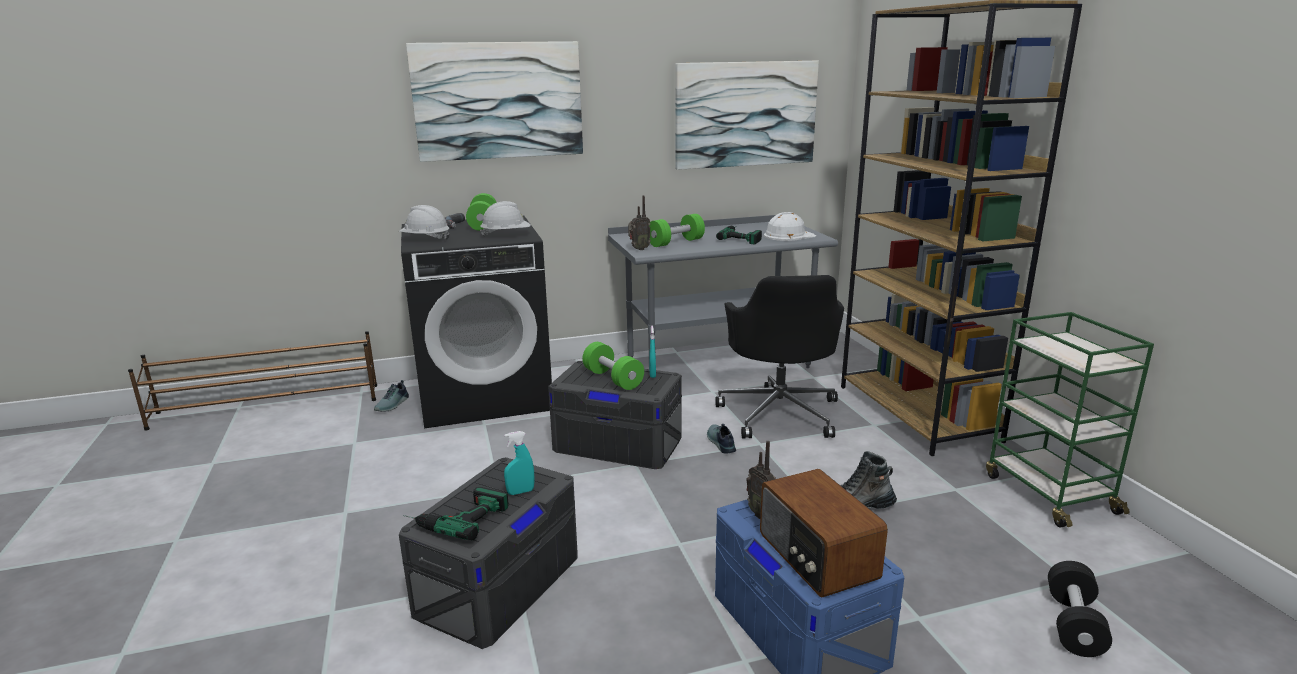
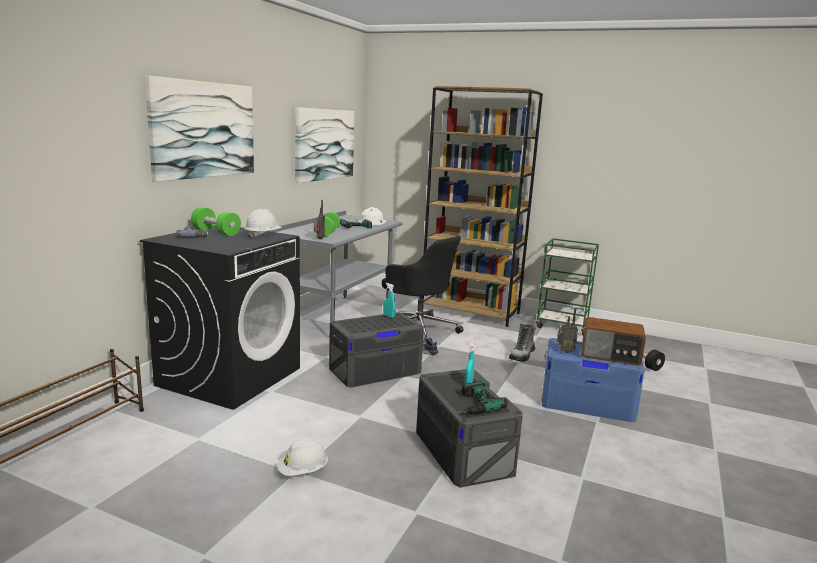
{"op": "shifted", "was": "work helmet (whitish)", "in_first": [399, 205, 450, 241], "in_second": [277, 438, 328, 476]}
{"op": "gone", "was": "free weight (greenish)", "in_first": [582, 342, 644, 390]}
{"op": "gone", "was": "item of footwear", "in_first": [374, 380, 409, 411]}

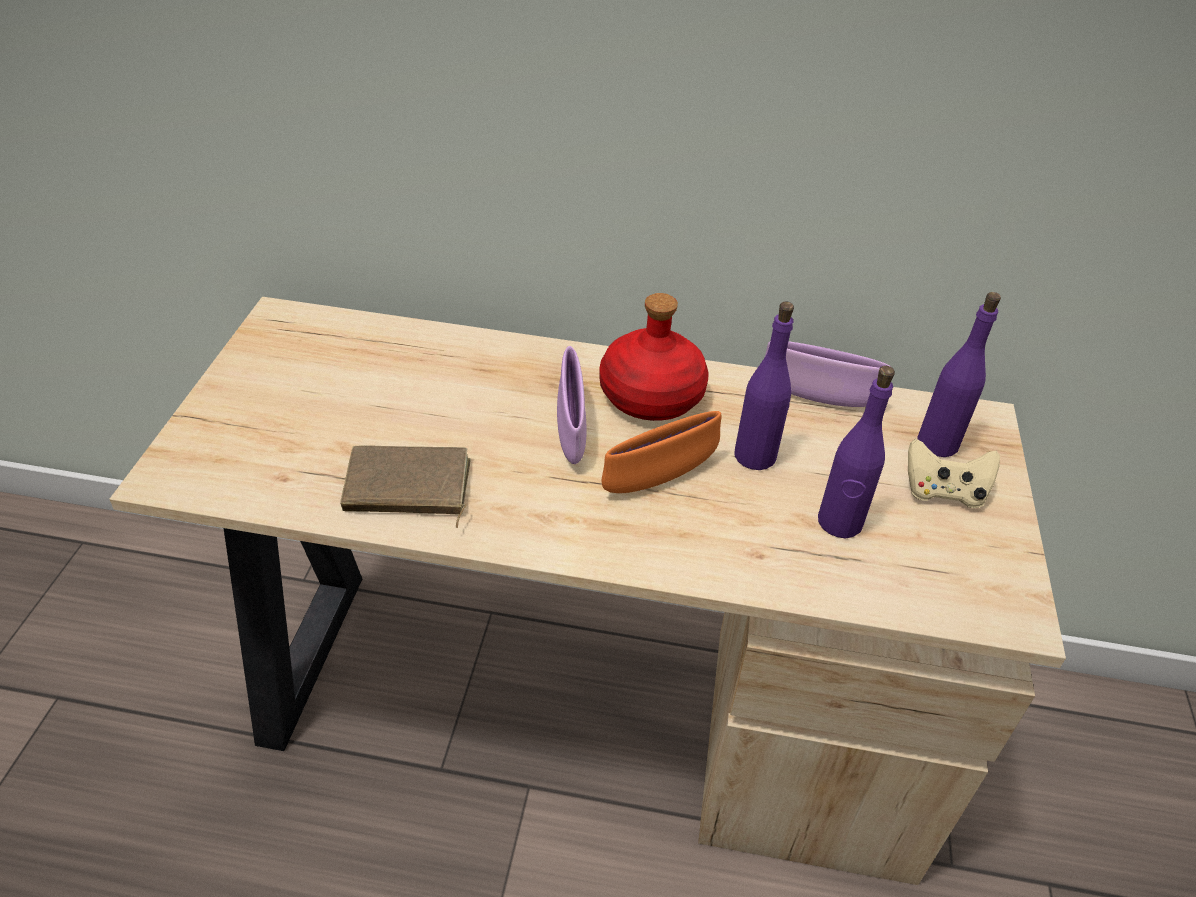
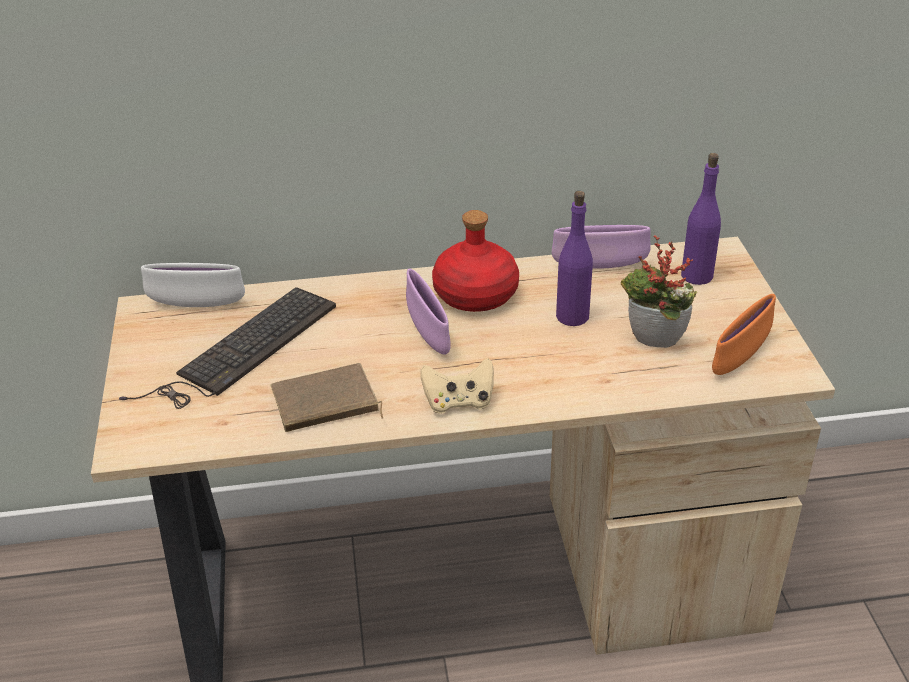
{"op": "swapped", "was": "beverage bottle (purple)", "now": "houseplant", "in_first": [818, 366, 895, 538], "in_second": [620, 235, 697, 348]}
{"op": "shifted", "was": "serving bowl (orangey)", "in_first": [601, 411, 722, 493], "in_second": [712, 294, 776, 375]}
{"op": "shifted", "was": "joypad (sand-coloured)", "in_first": [908, 439, 1000, 508], "in_second": [420, 358, 494, 414]}
{"op": "new", "now": "serving bowl (whitish)", "in_second": [141, 263, 245, 307]}
{"op": "new", "now": "keyboard", "in_second": [119, 287, 336, 409]}

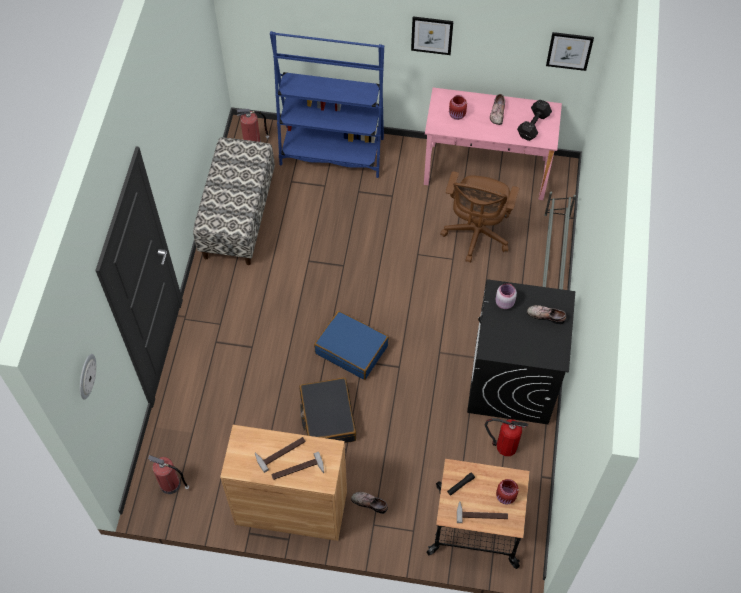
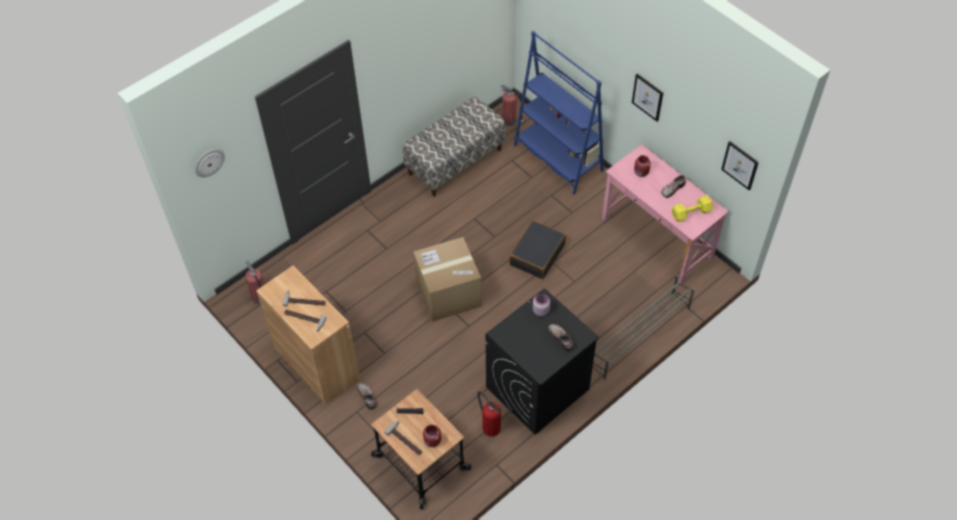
{"op": "repainted", "was": "free weight (black-coloured)", "now": "free weight (yellow-coloured)", "in_first": [517, 100, 552, 141], "in_second": [672, 195, 713, 222]}
{"op": "gone", "was": "desk chair (brown-coloured)", "in_first": [440, 171, 519, 263]}
{"op": "swapped", "was": "suitcase (blue-coloured)", "now": "cardboard box", "in_first": [314, 311, 389, 380], "in_second": [413, 237, 482, 322]}
{"op": "shifted", "was": "suitcase (black-coloured)", "in_first": [299, 378, 356, 443], "in_second": [509, 220, 566, 279]}

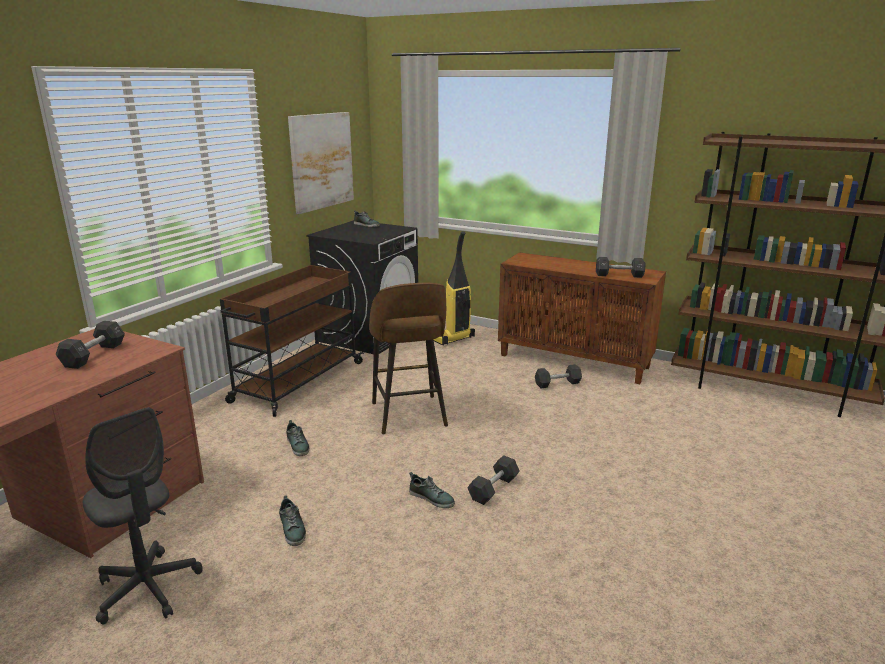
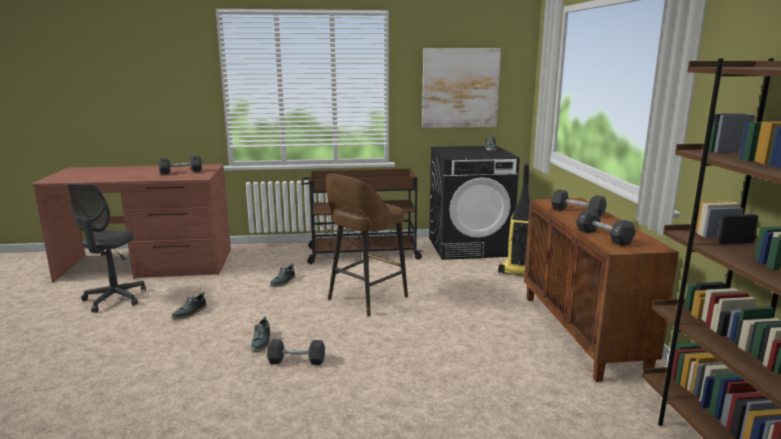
{"op": "shifted", "was": "free weight (black-coloured)", "in_first": [535, 364, 582, 388], "in_second": [551, 190, 606, 217]}

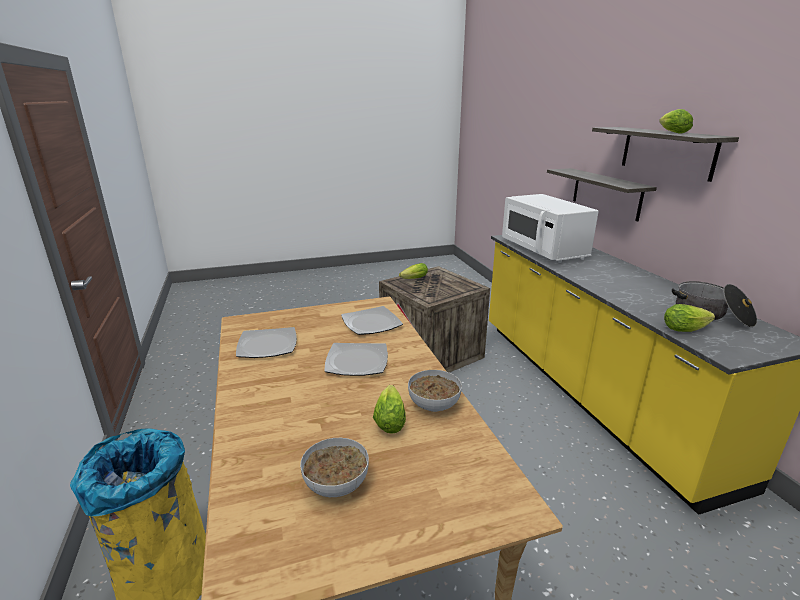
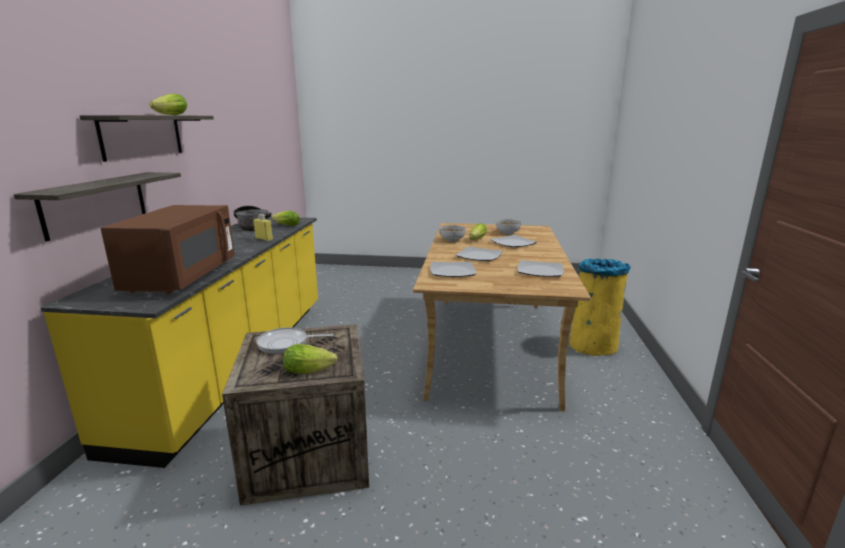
{"op": "repainted", "was": "kitchen microwave (whitish)", "now": "kitchen microwave (brown-coloured)", "in_first": [502, 194, 599, 263], "in_second": [101, 205, 235, 294]}
{"op": "new", "now": "beverage bottle (yellow-coloured)", "in_second": [253, 214, 273, 241]}
{"op": "new", "now": "flat dish", "in_second": [490, 235, 537, 247]}
{"op": "new", "now": "skillet", "in_second": [256, 327, 334, 354]}

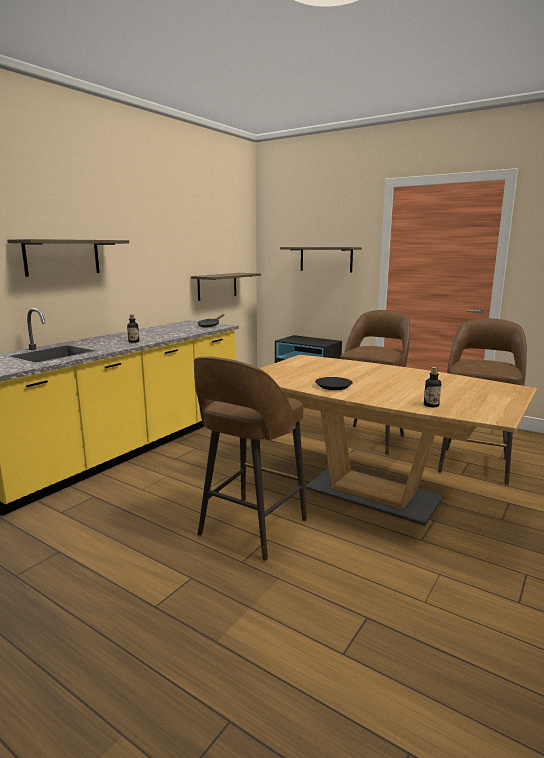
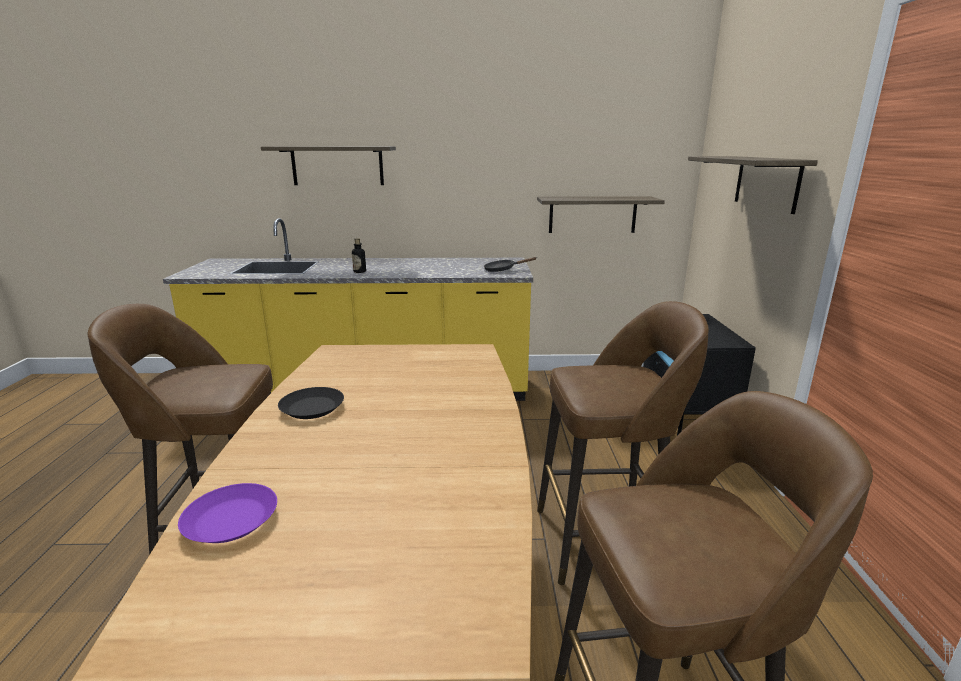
{"op": "swapped", "was": "beverage bottle", "now": "flat dish (purple)", "in_first": [424, 367, 441, 407], "in_second": [178, 483, 277, 543]}

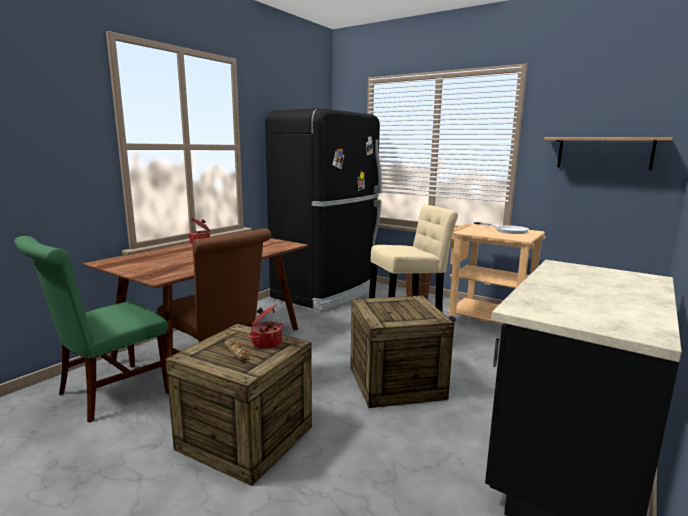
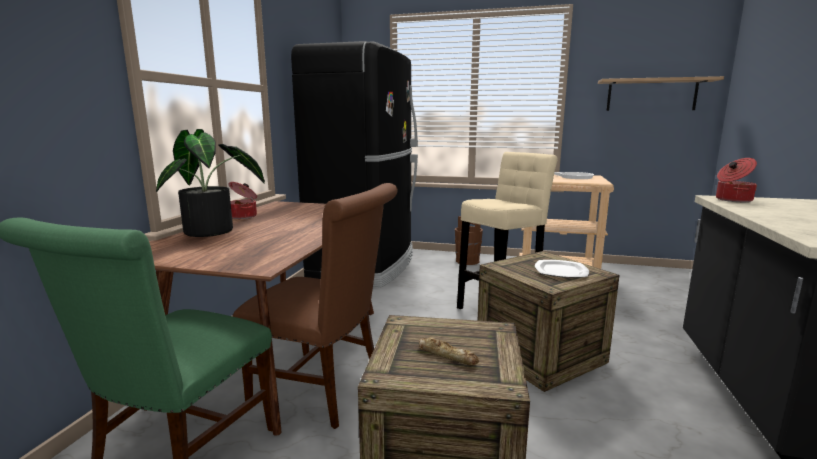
{"op": "shifted", "was": "cooking pot", "in_first": [248, 304, 284, 349], "in_second": [716, 158, 757, 202]}
{"op": "new", "now": "houseplant", "in_second": [156, 129, 265, 237]}
{"op": "new", "now": "flat dish", "in_second": [535, 260, 589, 278]}

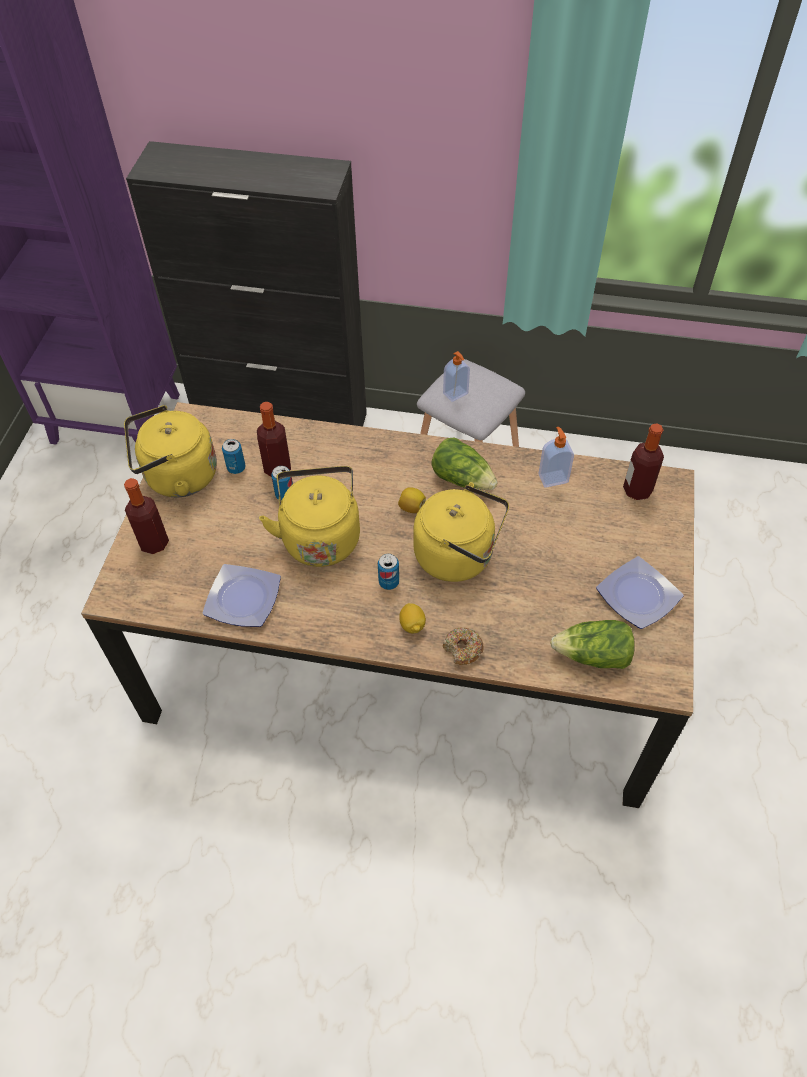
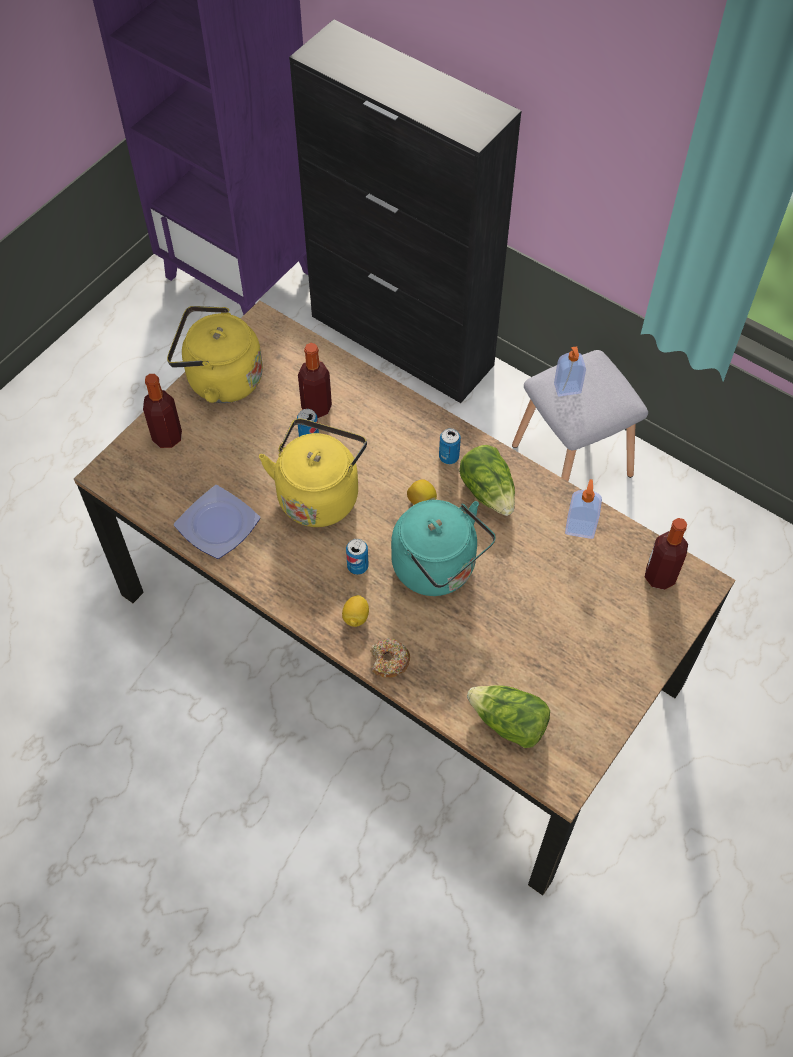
{"op": "shifted", "was": "metal can", "in_first": [222, 439, 246, 474], "in_second": [439, 428, 461, 464]}
{"op": "repainted", "was": "water kettle (yellow-coloured)", "now": "water kettle (turquoise-coloured)", "in_first": [413, 482, 509, 582], "in_second": [391, 500, 496, 596]}
{"op": "gone", "was": "flat dish", "in_first": [596, 556, 683, 629]}

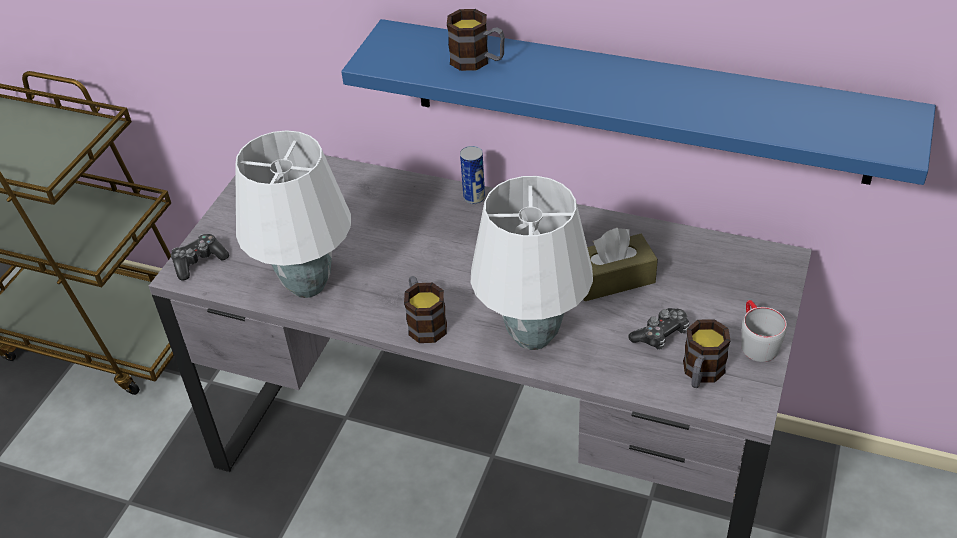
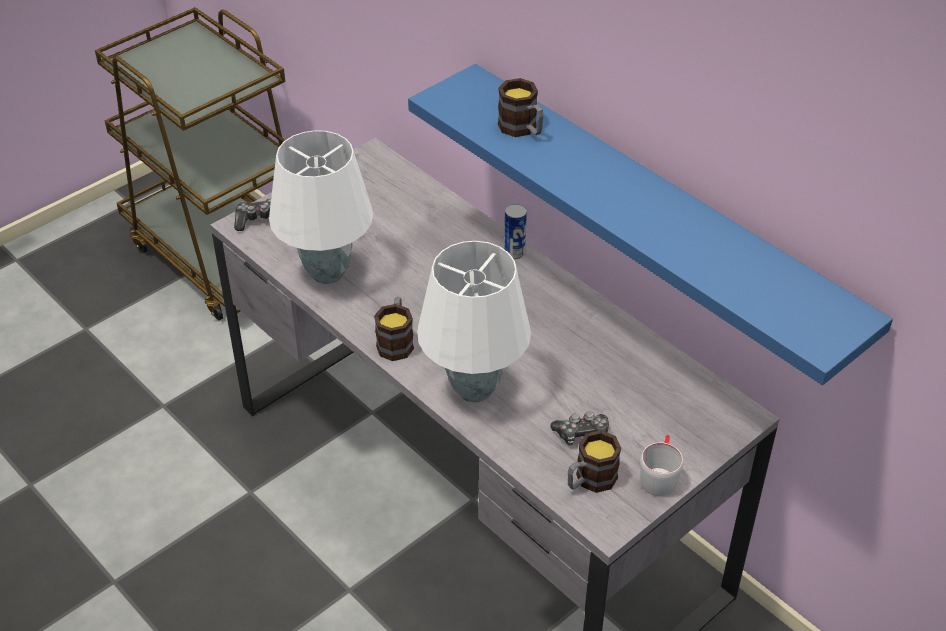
{"op": "gone", "was": "tissue box (brown-coloured)", "in_first": [583, 228, 658, 301]}

